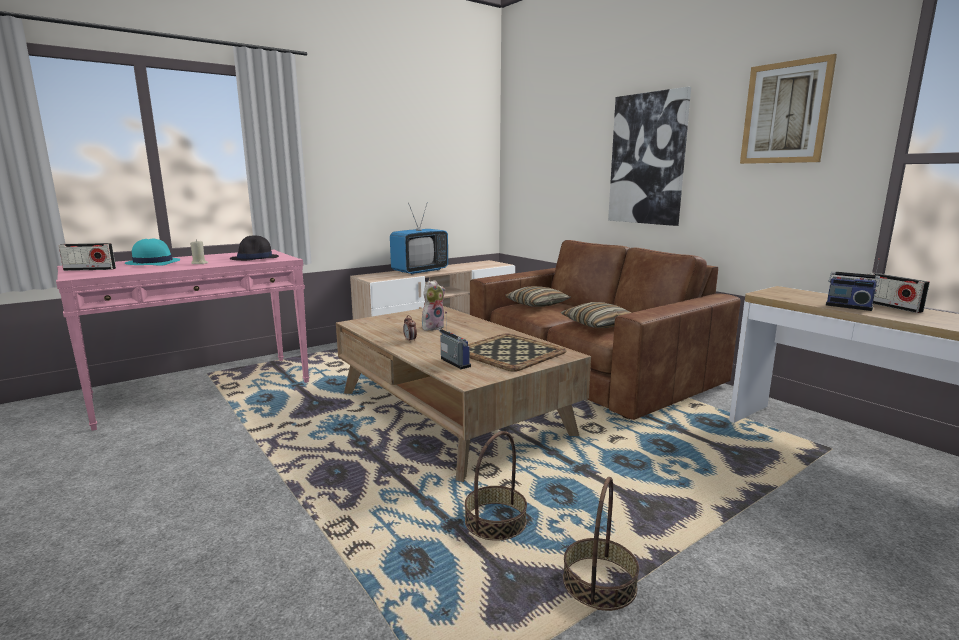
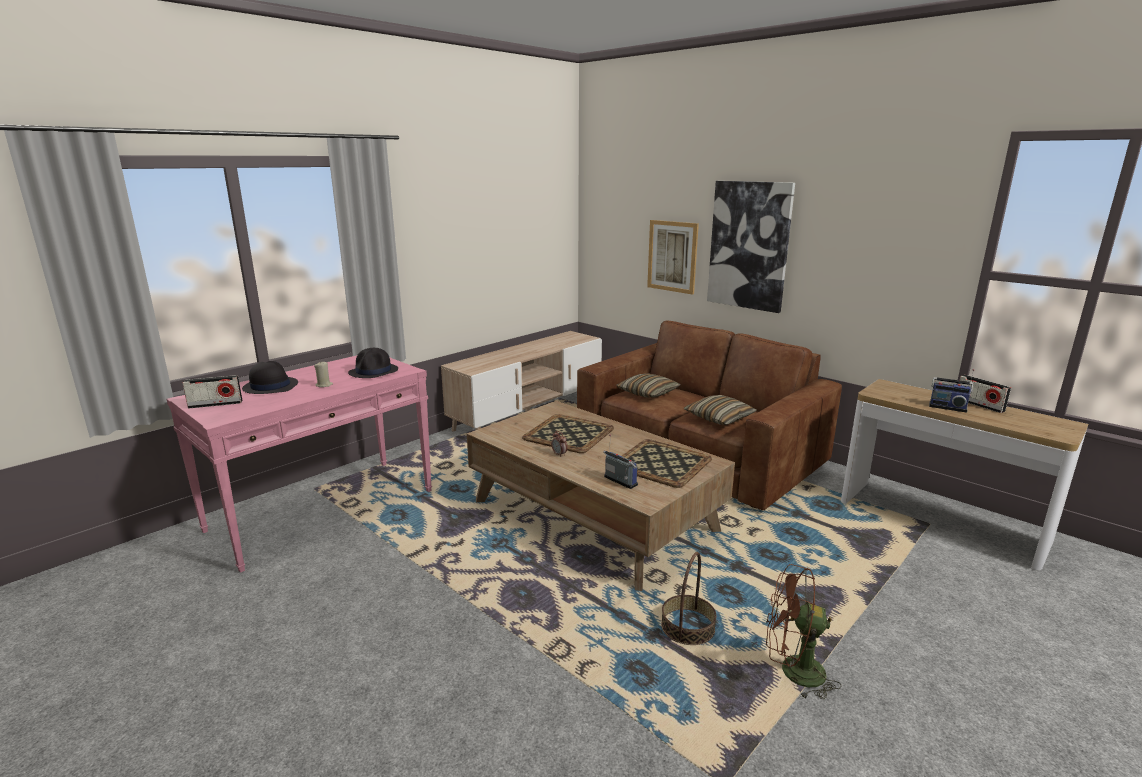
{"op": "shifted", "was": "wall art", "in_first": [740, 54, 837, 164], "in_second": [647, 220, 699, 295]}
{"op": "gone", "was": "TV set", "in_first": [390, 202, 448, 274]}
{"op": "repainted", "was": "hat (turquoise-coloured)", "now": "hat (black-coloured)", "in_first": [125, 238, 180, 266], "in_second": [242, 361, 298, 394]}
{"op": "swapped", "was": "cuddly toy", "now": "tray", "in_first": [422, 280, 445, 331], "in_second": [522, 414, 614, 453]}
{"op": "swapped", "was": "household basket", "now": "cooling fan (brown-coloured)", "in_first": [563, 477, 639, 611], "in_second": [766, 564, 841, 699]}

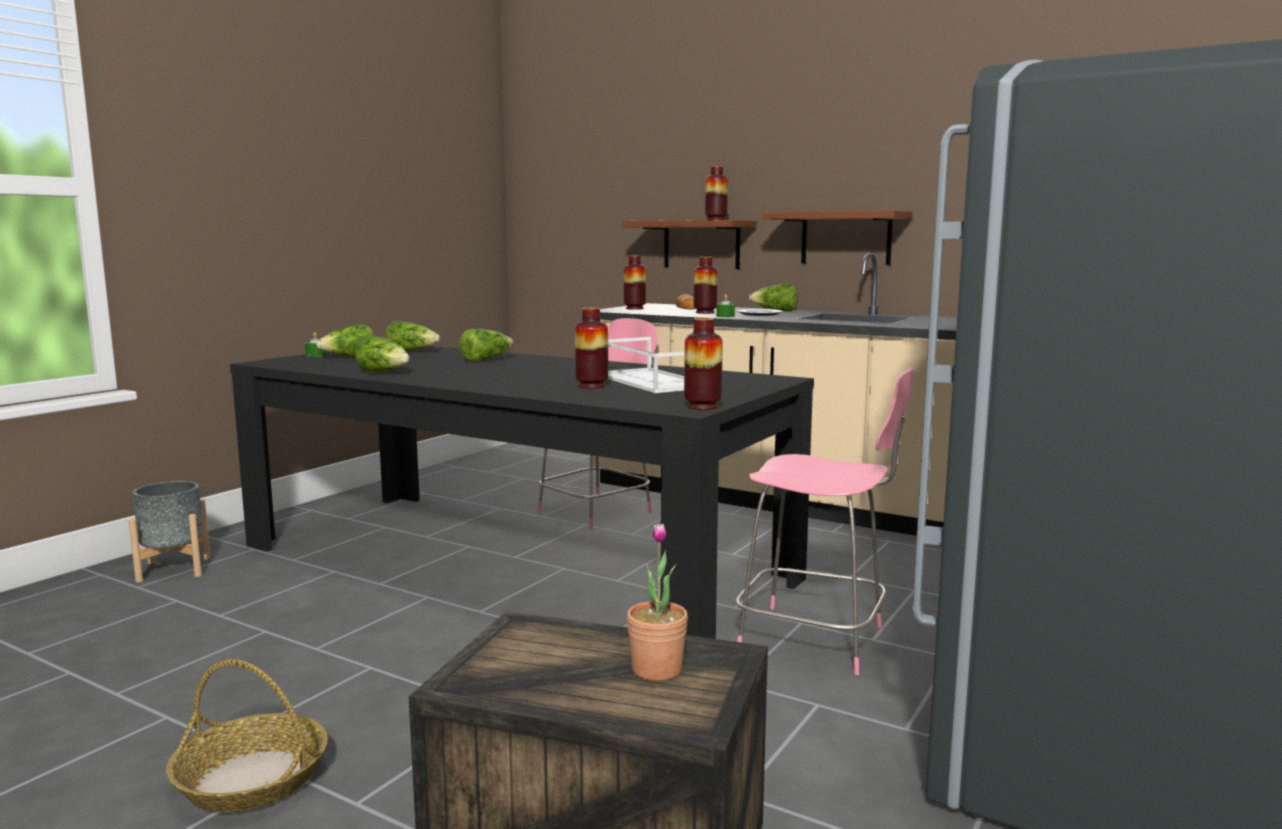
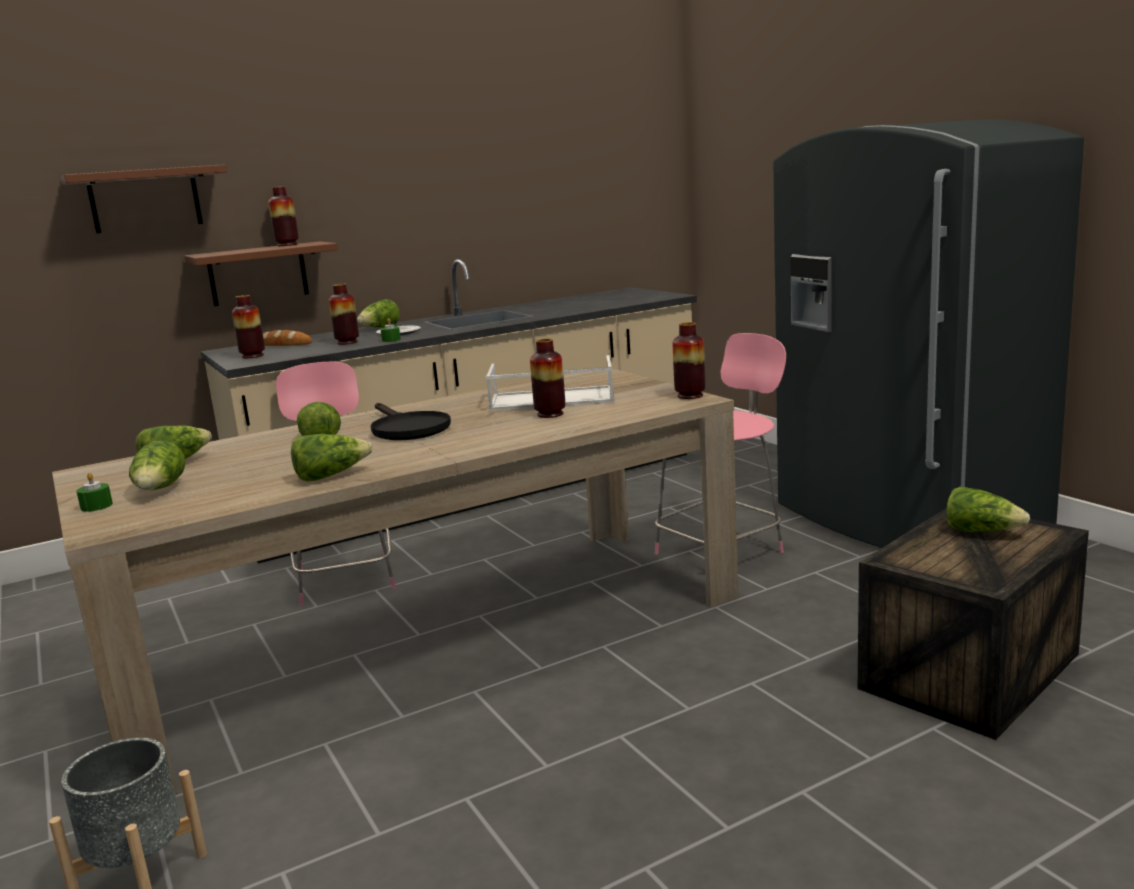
{"op": "shifted", "was": "bracket shelf (brown-coloured)", "in_first": [762, 210, 913, 265], "in_second": [61, 164, 227, 233]}
{"op": "repainted", "was": "dining table (black-coloured)", "now": "dining table (sand-coloured)", "in_first": [230, 346, 814, 639], "in_second": [52, 366, 738, 794]}
{"op": "swapped", "was": "houseplant", "now": "head of lettuce", "in_first": [627, 523, 688, 681], "in_second": [946, 486, 1030, 532]}
{"op": "gone", "was": "household basket", "in_first": [166, 659, 328, 812]}
{"op": "new", "now": "skillet (black-coloured)", "in_second": [371, 403, 451, 440]}

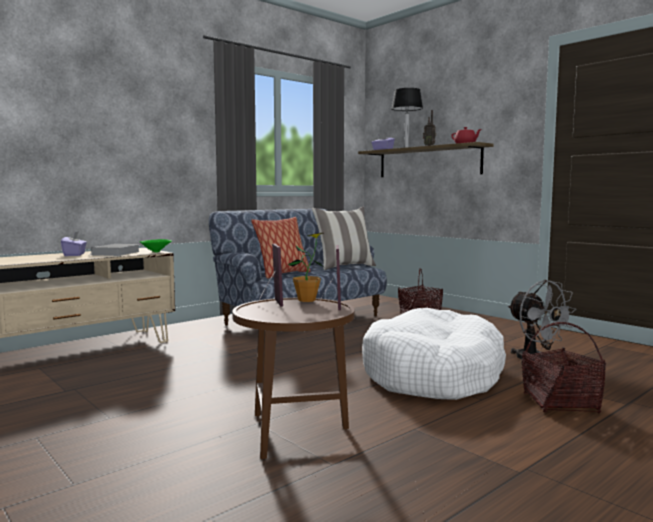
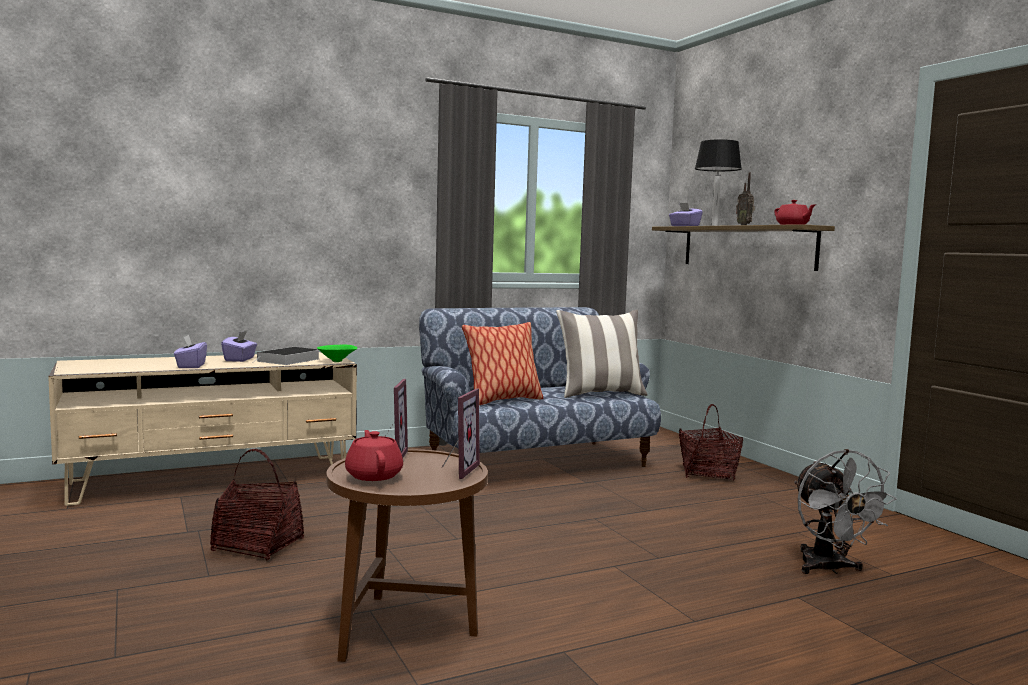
{"op": "gone", "was": "houseplant", "in_first": [288, 233, 325, 302]}
{"op": "gone", "was": "pet bed (whitish)", "in_first": [362, 308, 506, 400]}
{"op": "shifted", "was": "household basket", "in_first": [522, 322, 606, 414], "in_second": [210, 449, 304, 560]}
{"op": "new", "now": "tissue box (purple)", "in_second": [174, 335, 207, 368]}
{"op": "new", "now": "tea pot (red-coloured)", "in_second": [345, 430, 403, 481]}

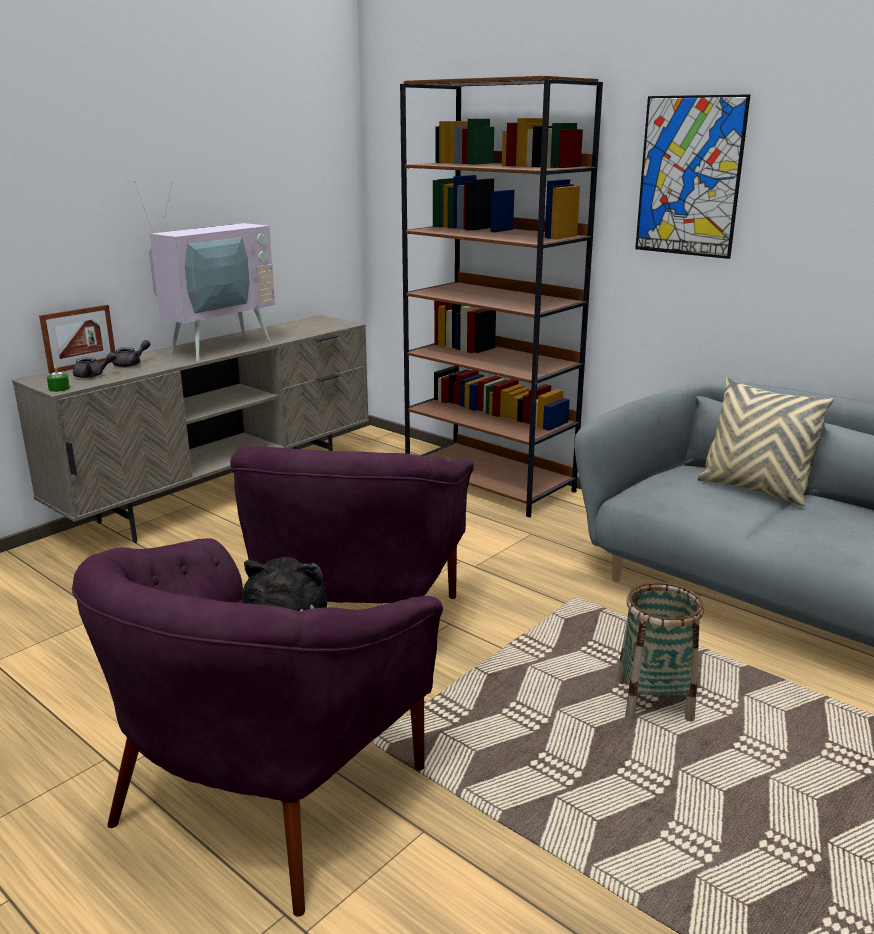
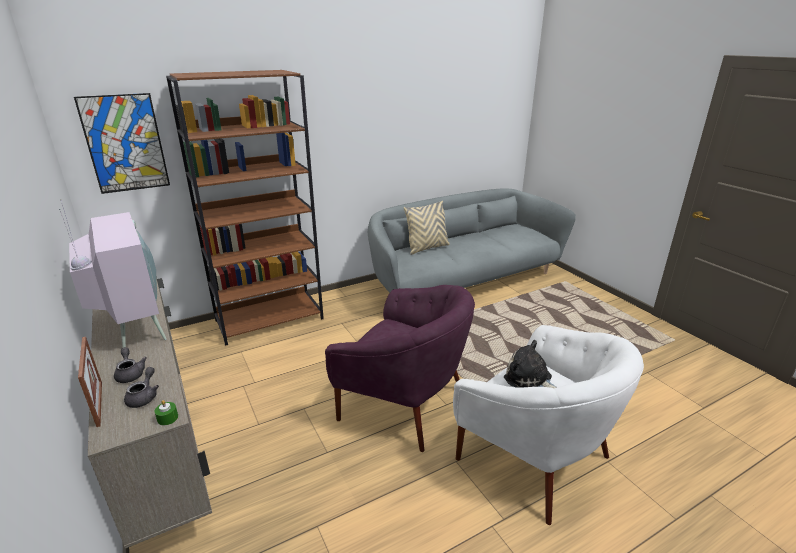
{"op": "shifted", "was": "wall art", "in_first": [635, 94, 750, 259], "in_second": [74, 93, 170, 194]}
{"op": "repainted", "was": "easy chair (purple)", "now": "easy chair (whitish)", "in_first": [72, 538, 443, 917], "in_second": [453, 325, 644, 525]}
{"op": "gone", "was": "household basket", "in_first": [617, 582, 704, 722]}

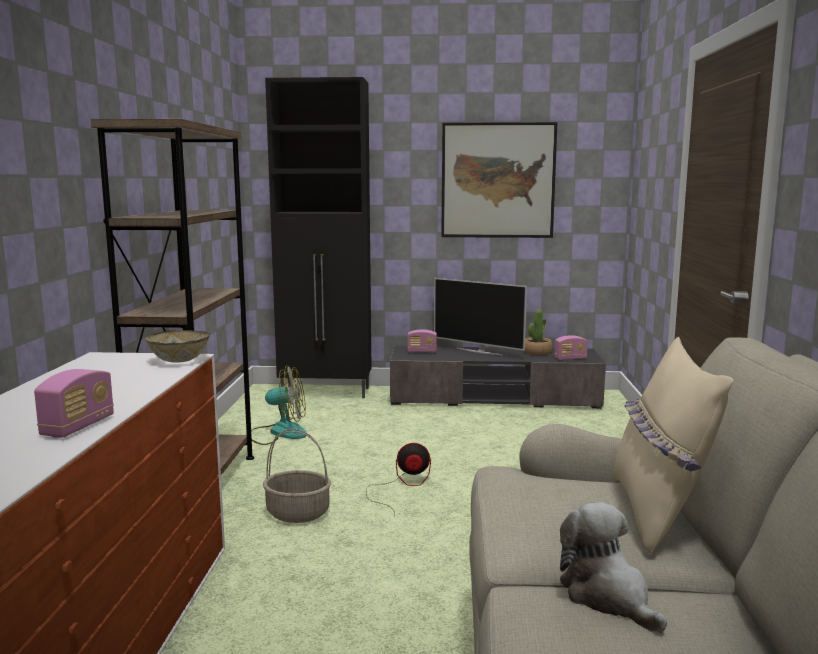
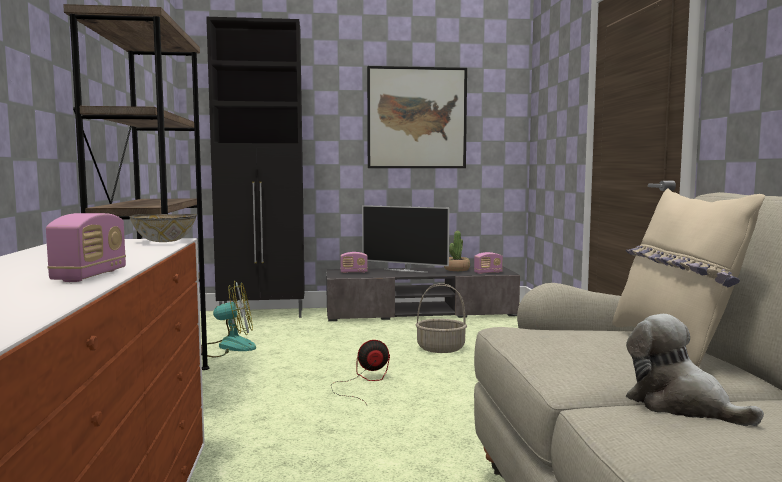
{"op": "shifted", "was": "household basket", "in_first": [263, 429, 331, 523], "in_second": [416, 283, 467, 353]}

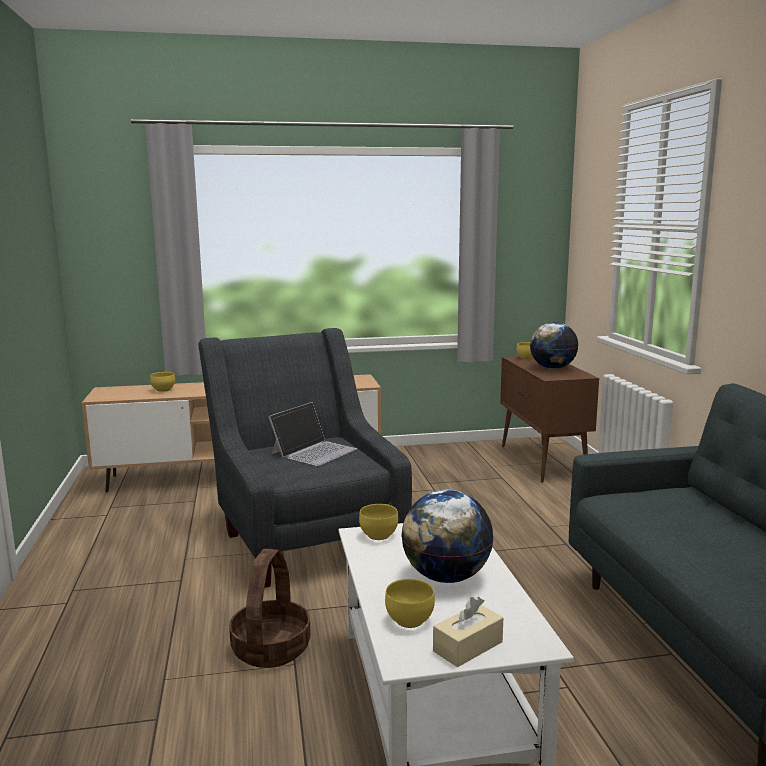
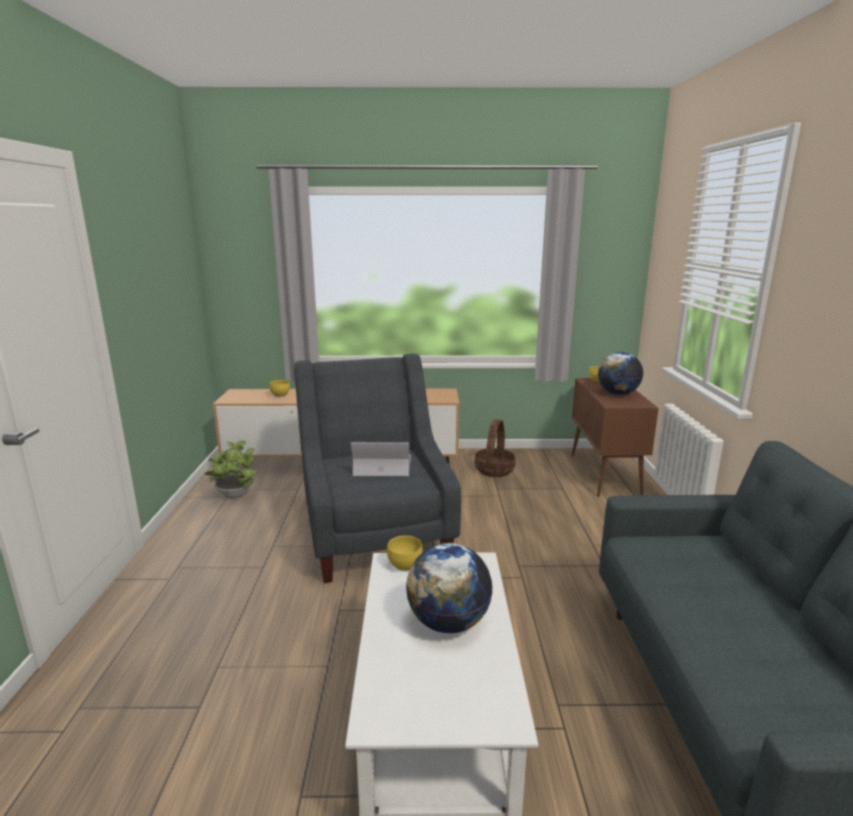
{"op": "rotated", "was": "laptop", "in_first": [268, 402, 357, 466], "in_second": [351, 442, 411, 476], "clockwise": -135}
{"op": "shifted", "was": "household basket", "in_first": [229, 549, 311, 668], "in_second": [475, 419, 516, 477]}
{"op": "gone", "was": "serving bowl (yellow-coloured)", "in_first": [385, 579, 435, 628]}
{"op": "gone", "was": "tissue box (sand-coloured)", "in_first": [433, 597, 503, 667]}
{"op": "new", "now": "houseplant", "in_second": [205, 441, 257, 498]}

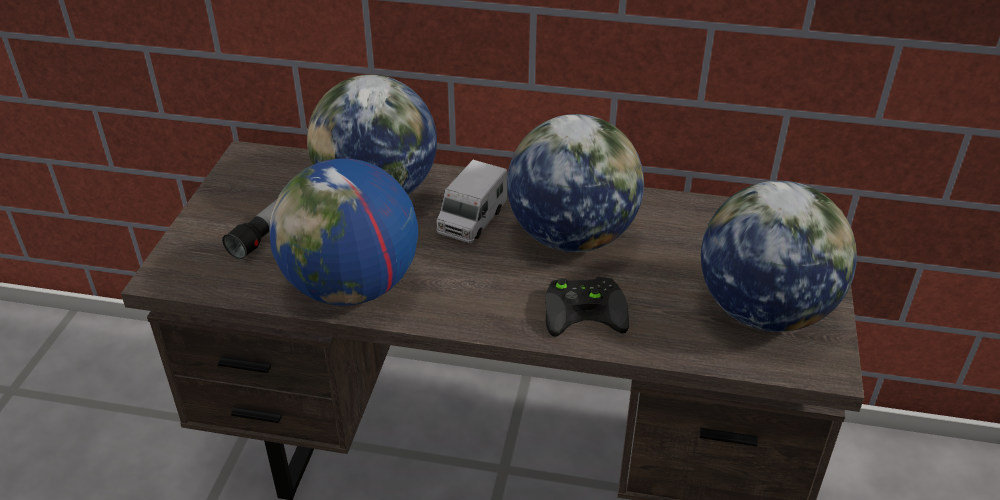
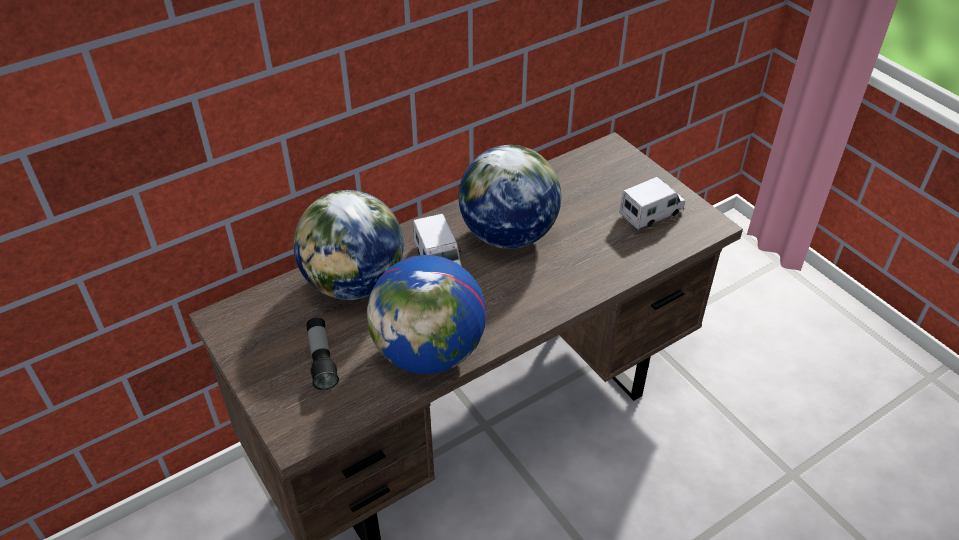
{"op": "swapped", "was": "desk globe", "now": "toy truck", "in_first": [701, 181, 857, 332], "in_second": [619, 177, 685, 230]}
{"op": "gone", "was": "joypad (black-coloured)", "in_first": [545, 277, 629, 337]}

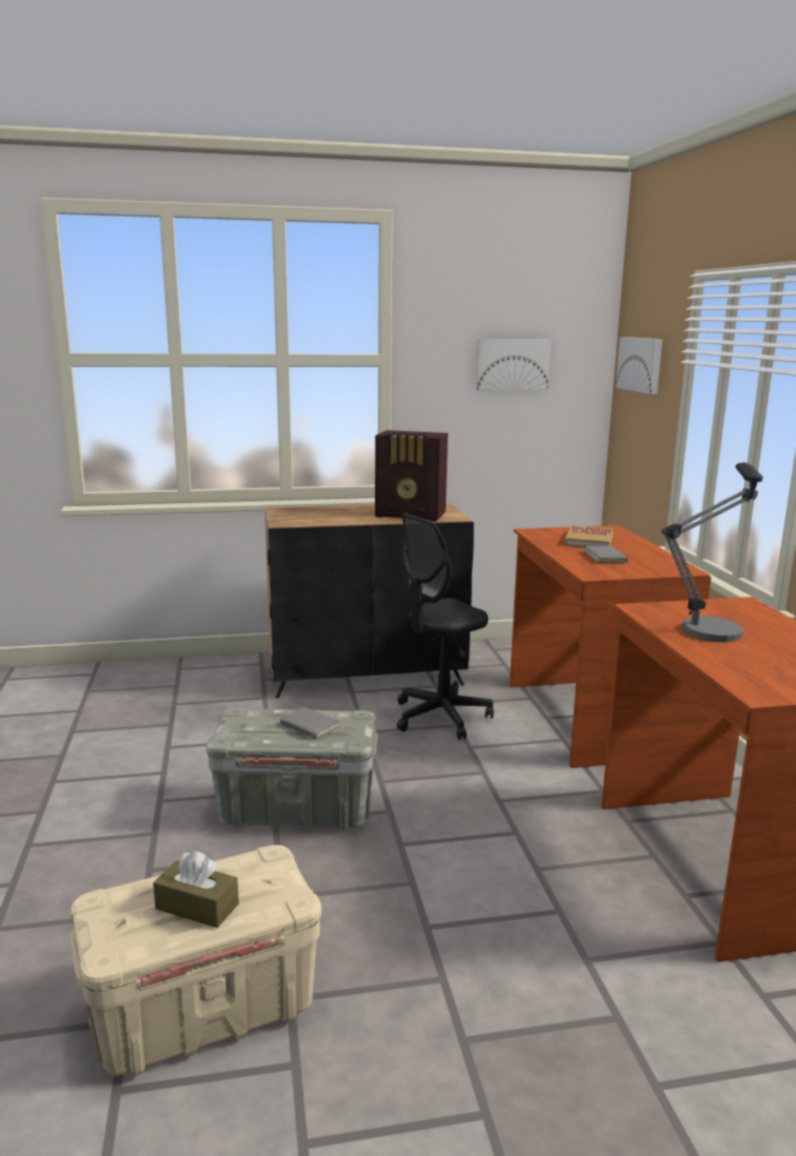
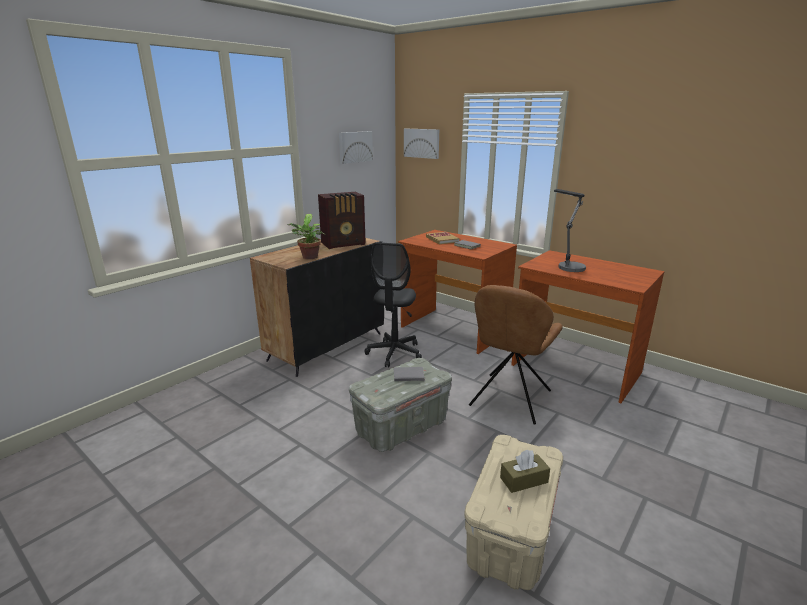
{"op": "new", "now": "houseplant", "in_second": [287, 214, 325, 259]}
{"op": "new", "now": "chair (brown-coloured)", "in_second": [469, 285, 563, 425]}

